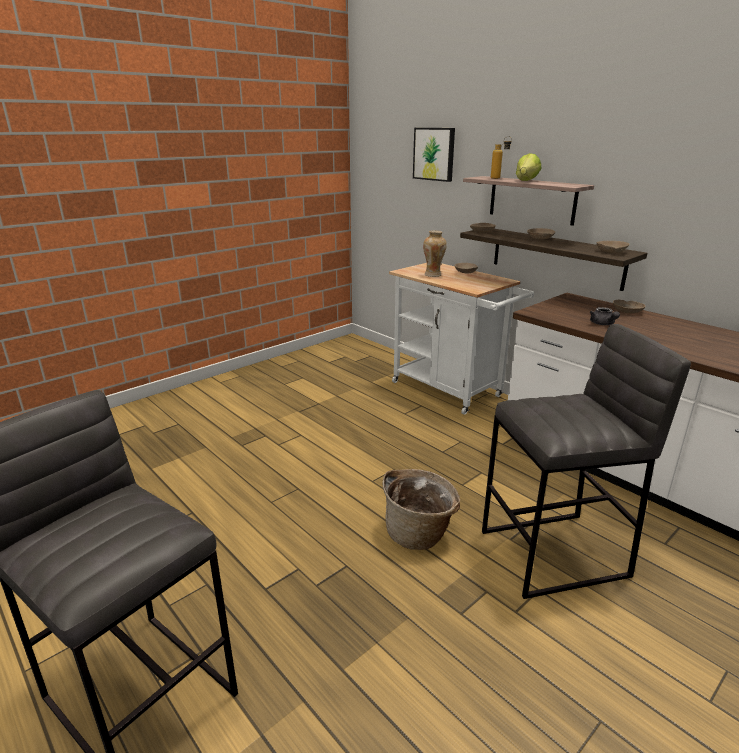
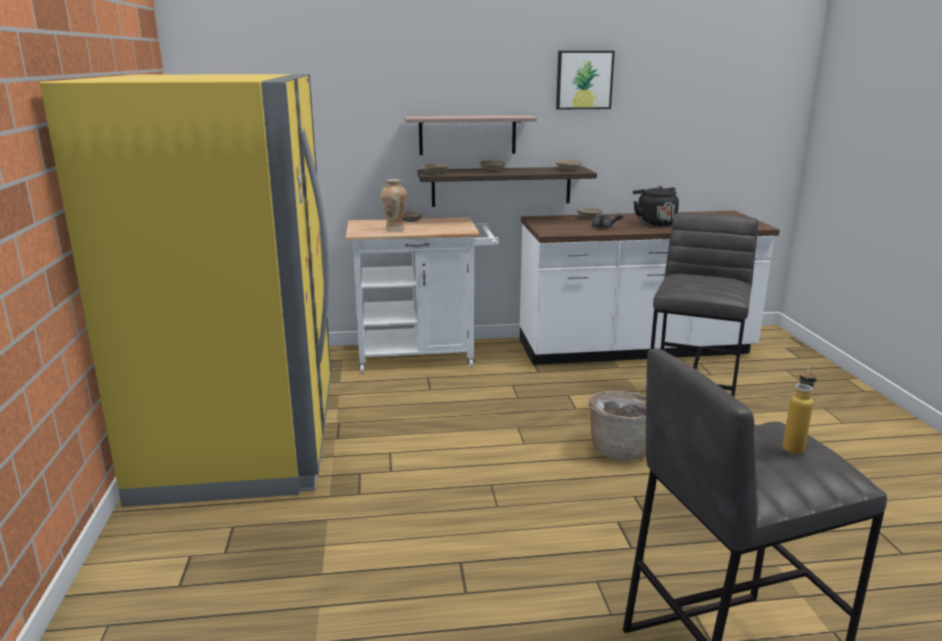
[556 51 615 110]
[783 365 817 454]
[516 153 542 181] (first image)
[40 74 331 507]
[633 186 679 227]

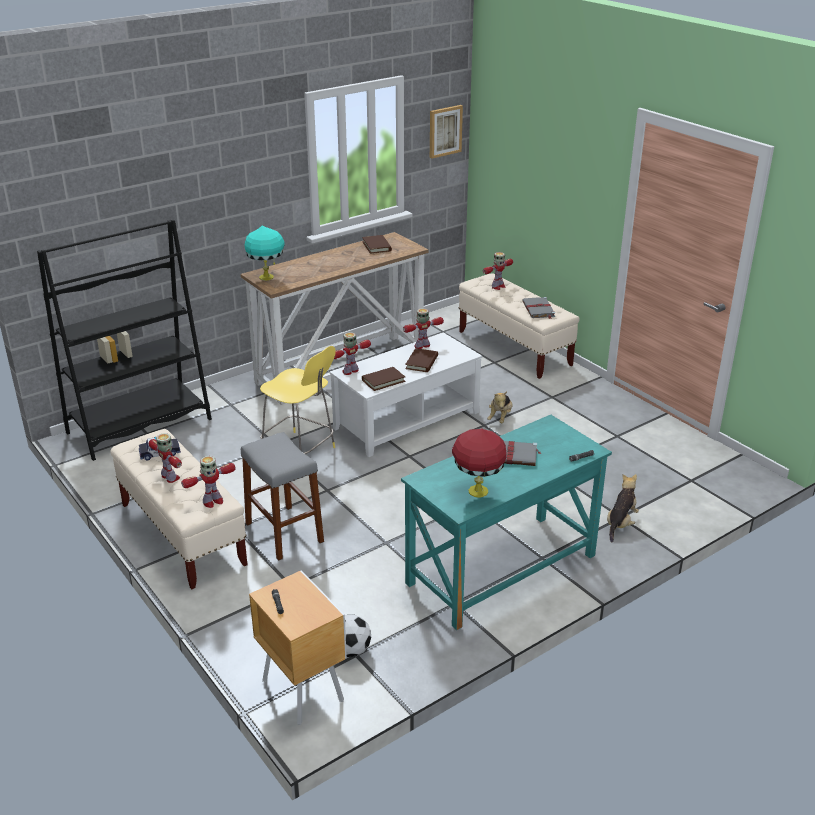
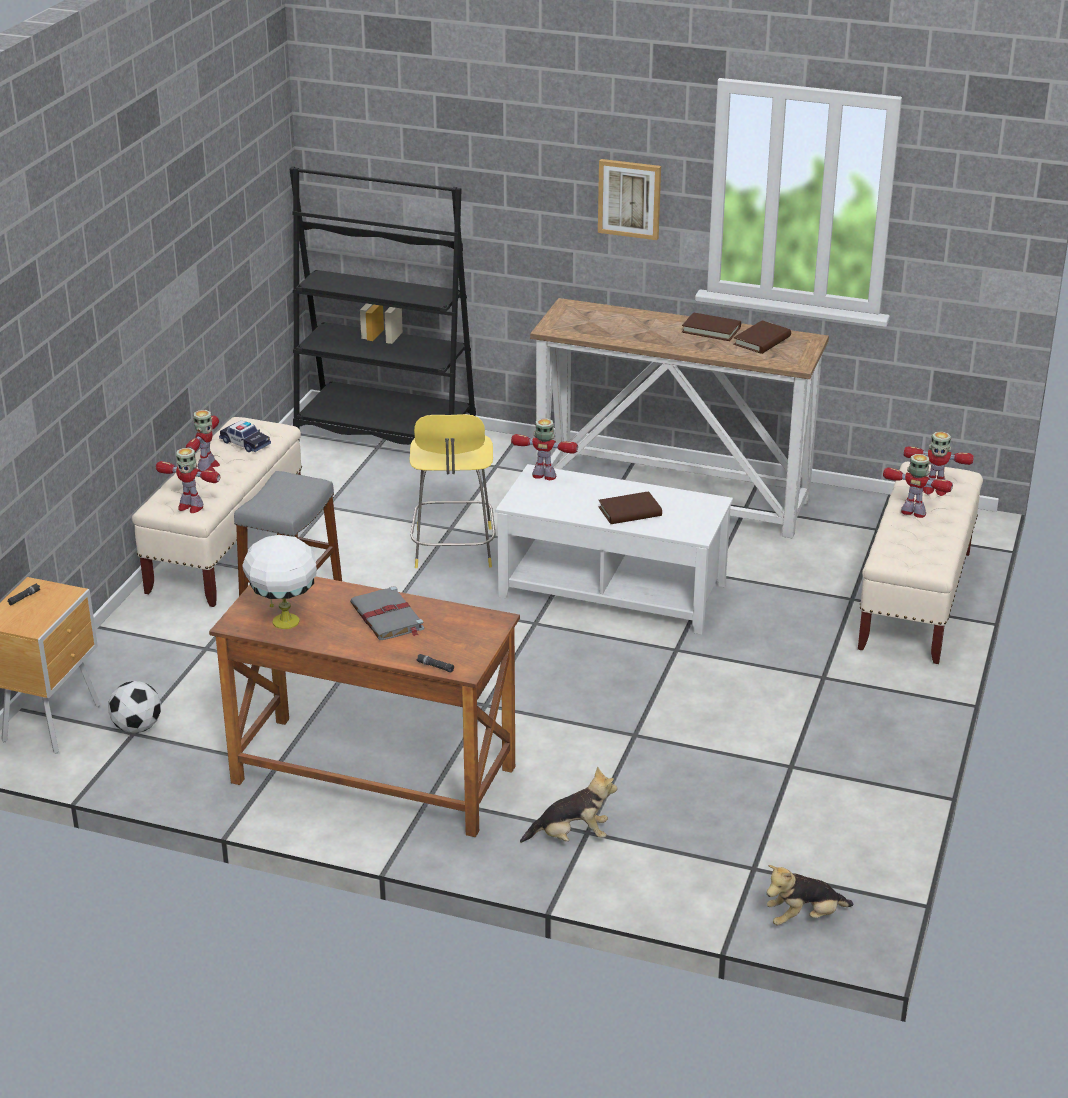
[245 226 285 281] (first image)
[682 312 741 341]
[209 577 520 837]
[883 454 953 518]
[598 159 661 240]
[242 535 317 629]
[767 865 853 925]
[522 297 555 319] (first image)

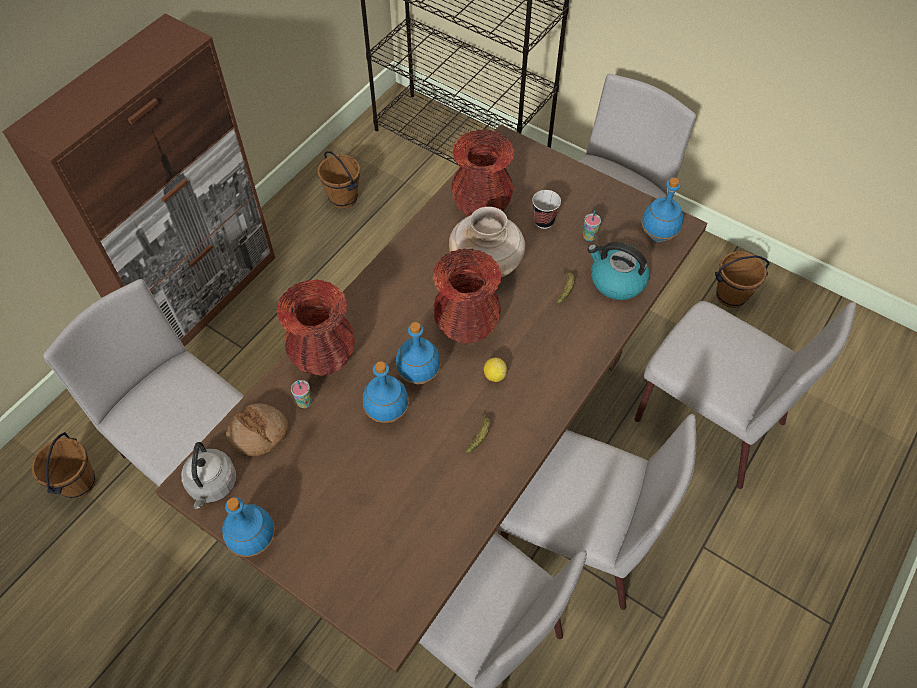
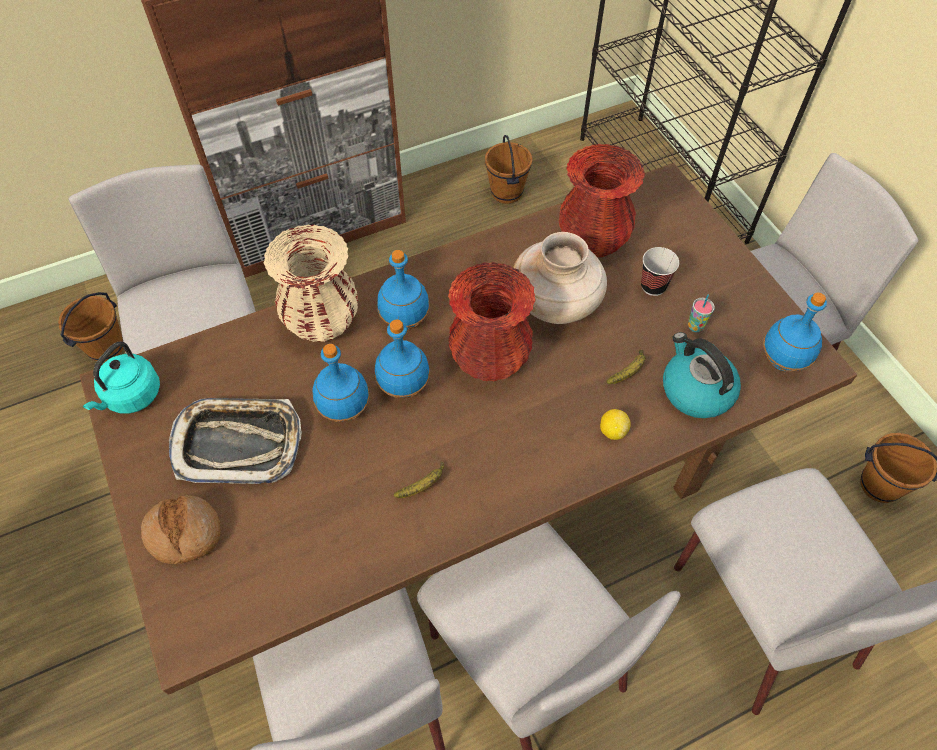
[83 342 160 413]
[377 250 429 330]
[141 495 221 564]
[264 225 358 342]
[291 380 312 408] (first image)
[600 409 631 440]
[169 398 302 484]

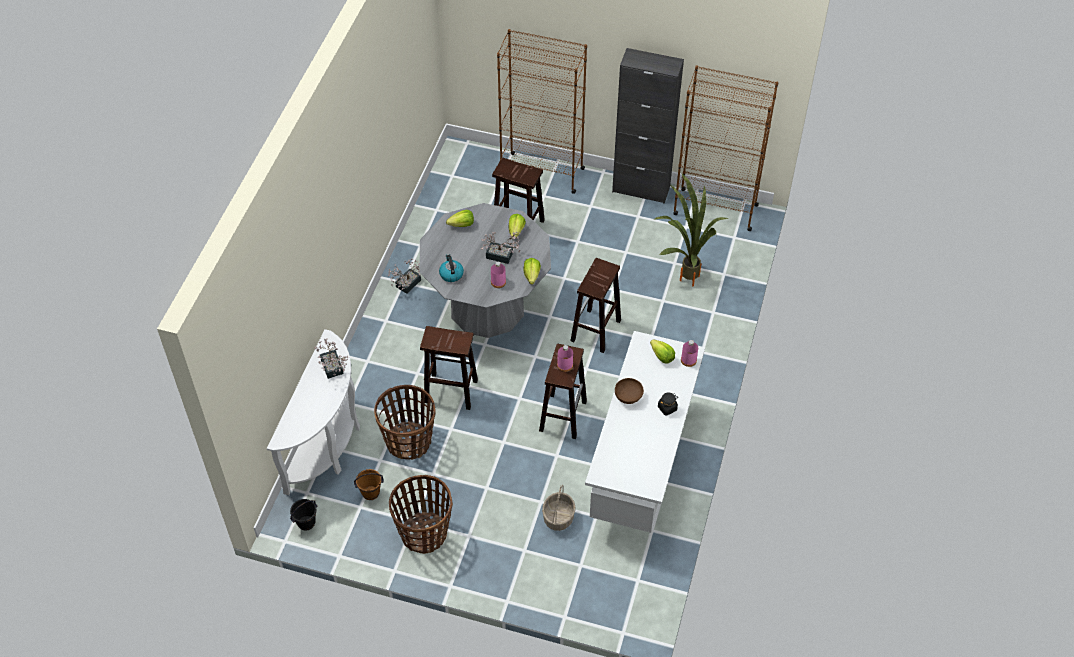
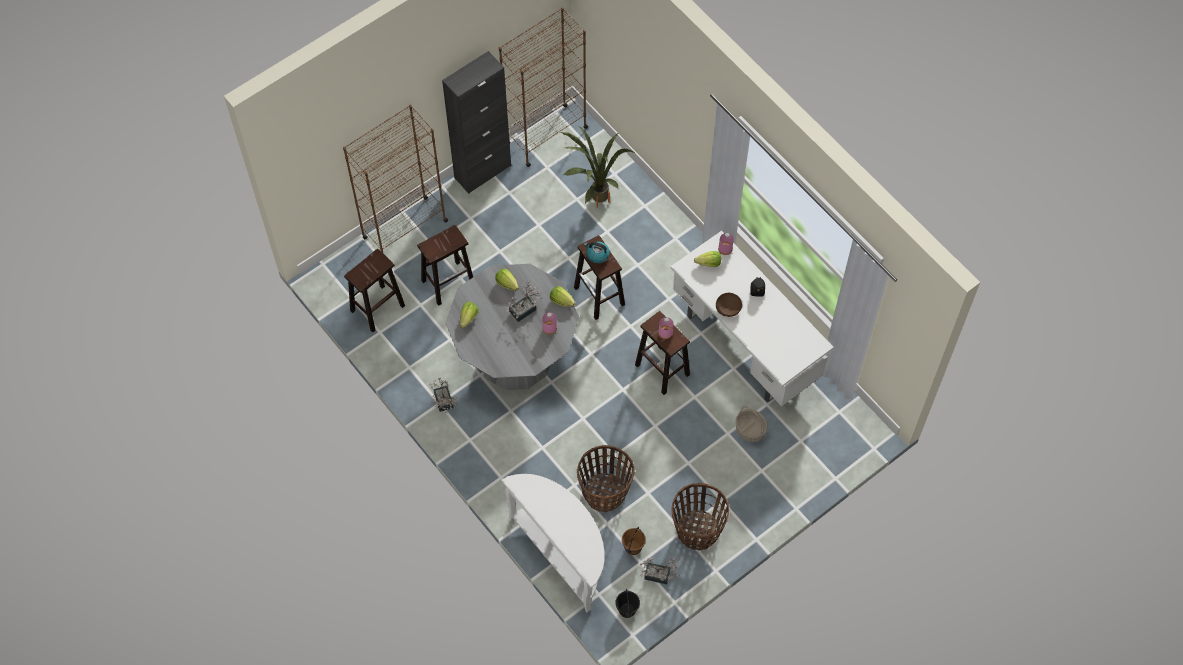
[640 556 679 584]
[344 249 405 332]
[584 242 610 263]

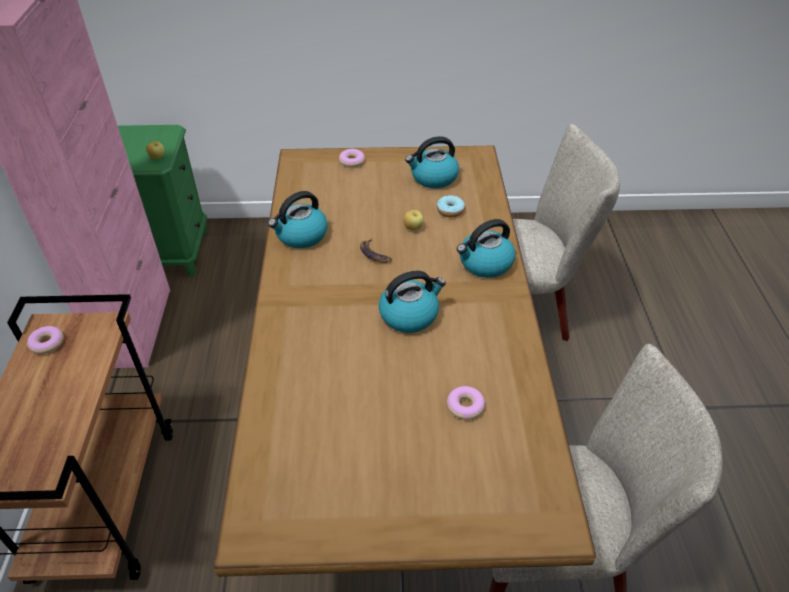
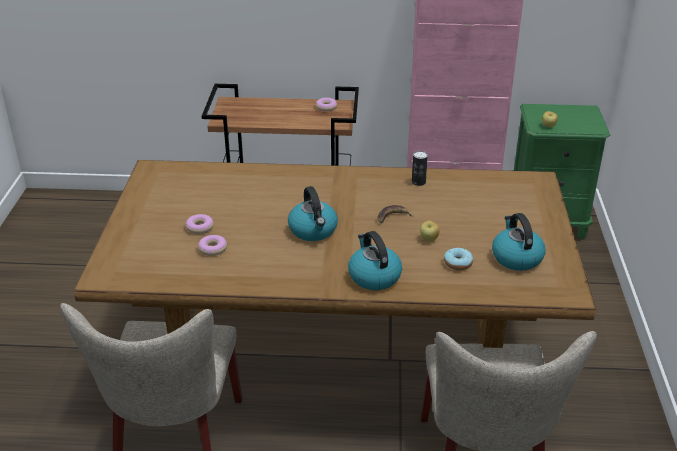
[412 151 428 186]
[186 214 214 234]

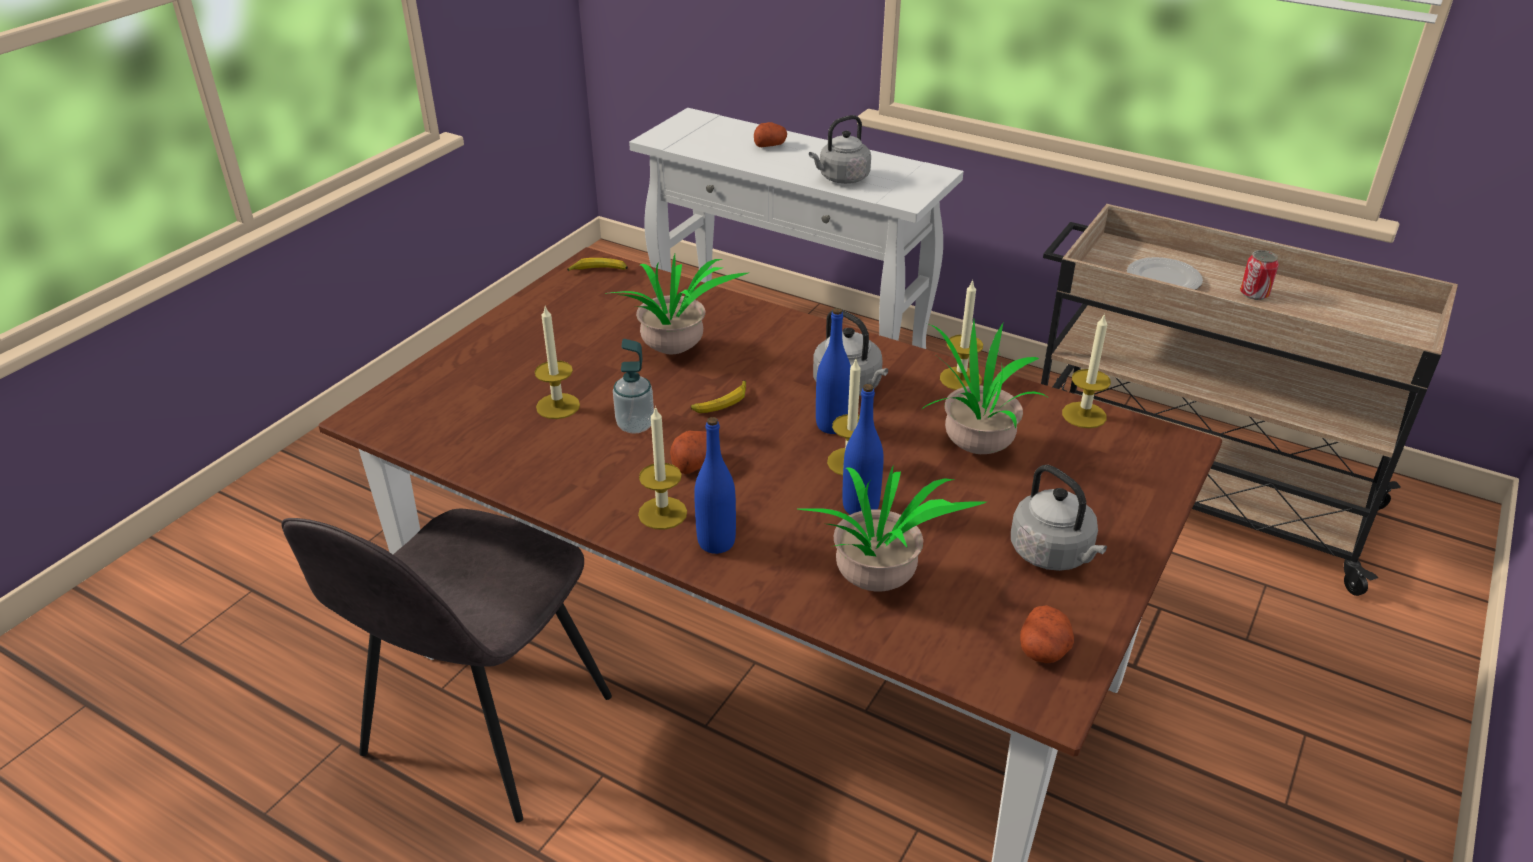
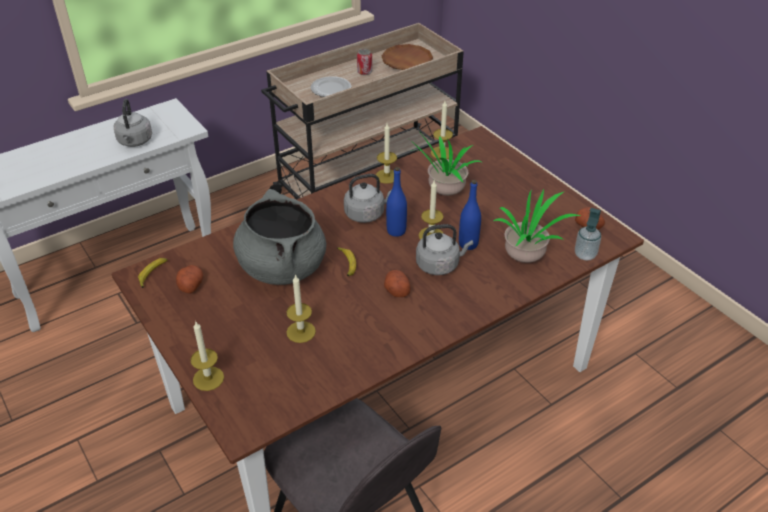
[233 189 326 285]
[575 208 601 261]
[190 322 224 391]
[694 417 736 554] (first image)
[176 265 203 293]
[416 224 473 275]
[381 44 433 70]

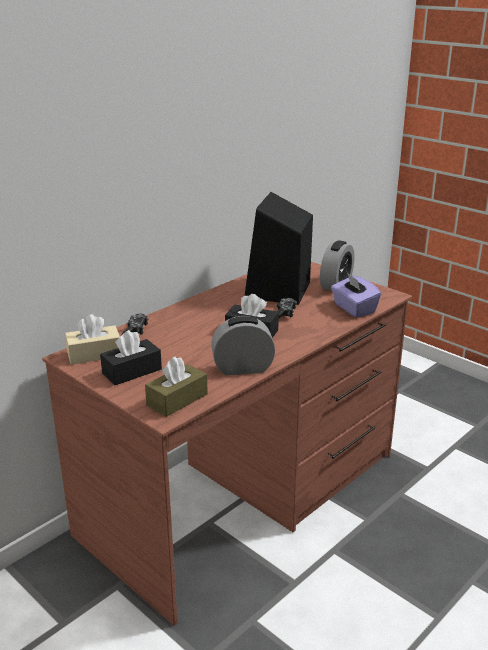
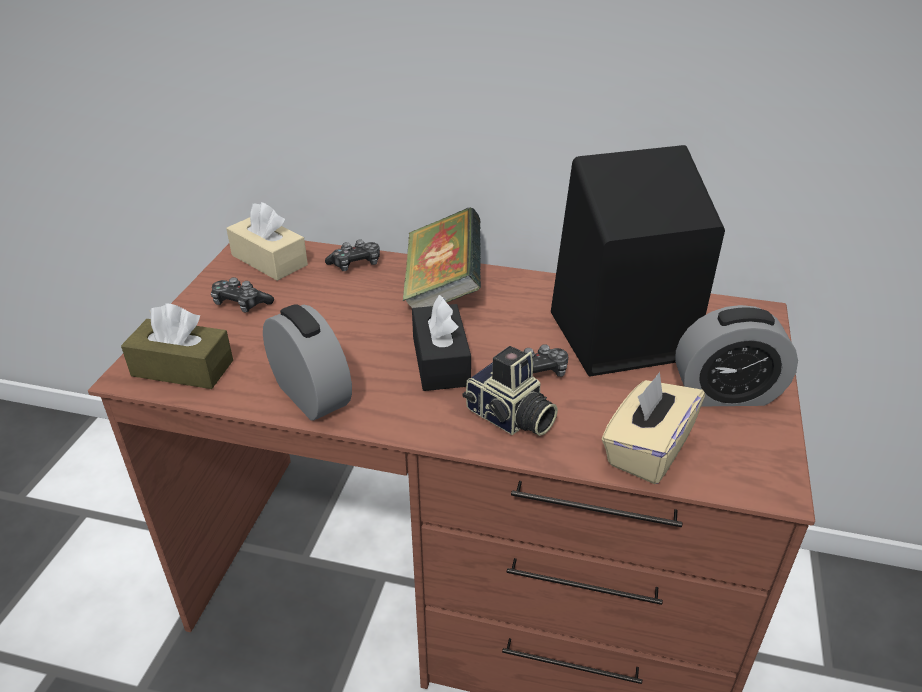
[211 277 274 312]
[602 372 705 484]
[403 207 481 308]
[462 346 558 436]

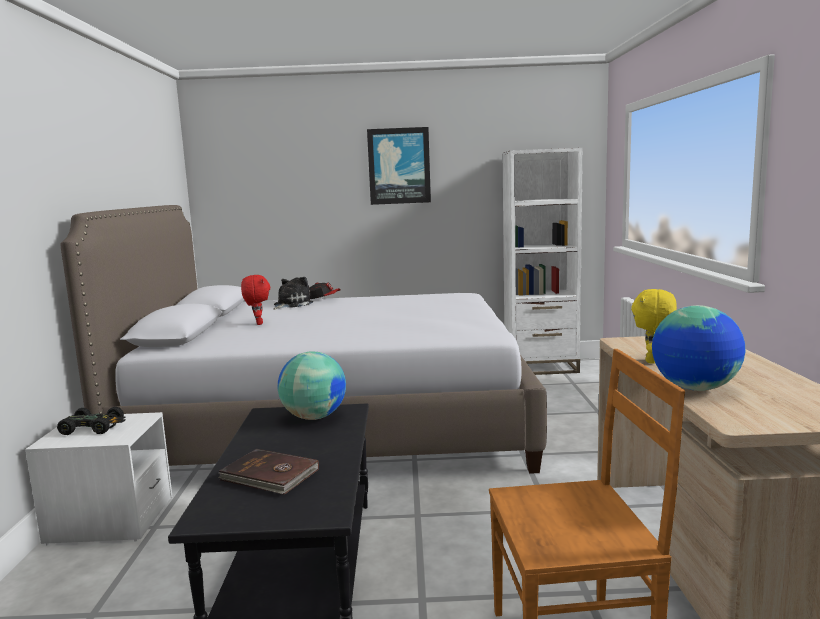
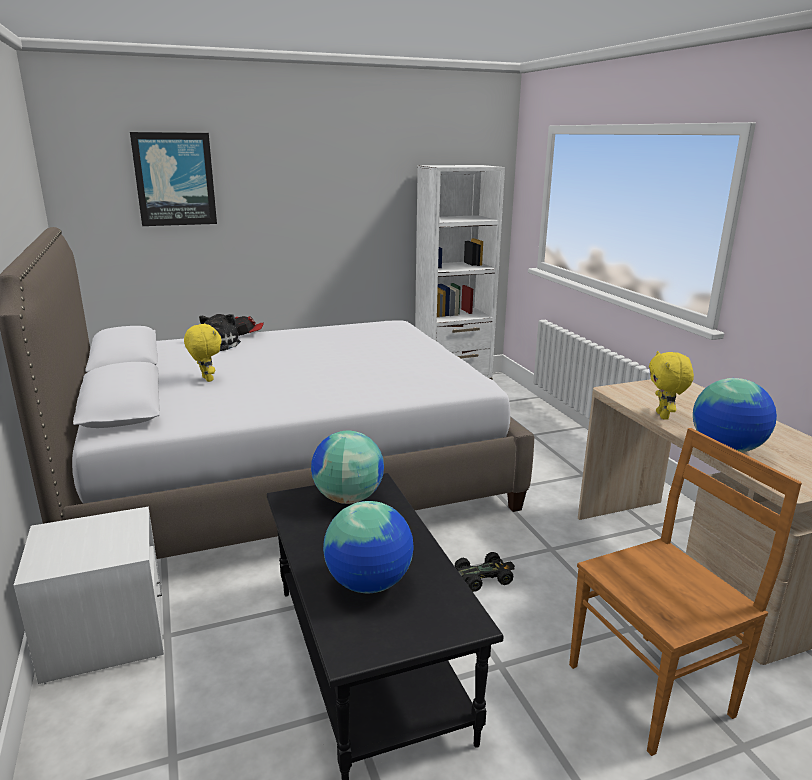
[455 552 515 592]
[323 501 414 593]
[184 323 222 382]
[130 132 217 226]

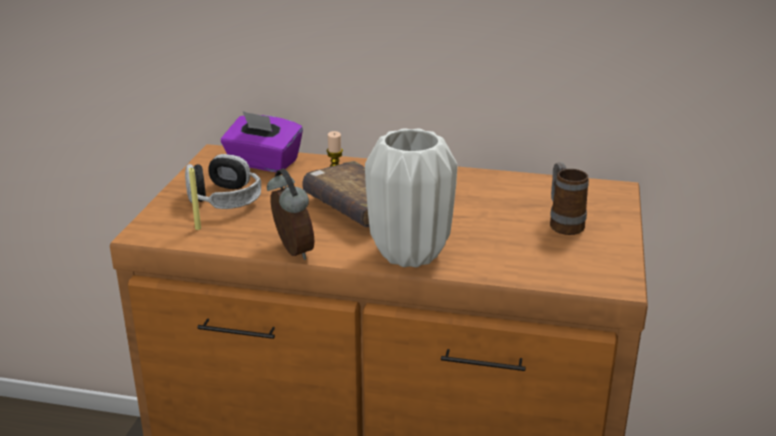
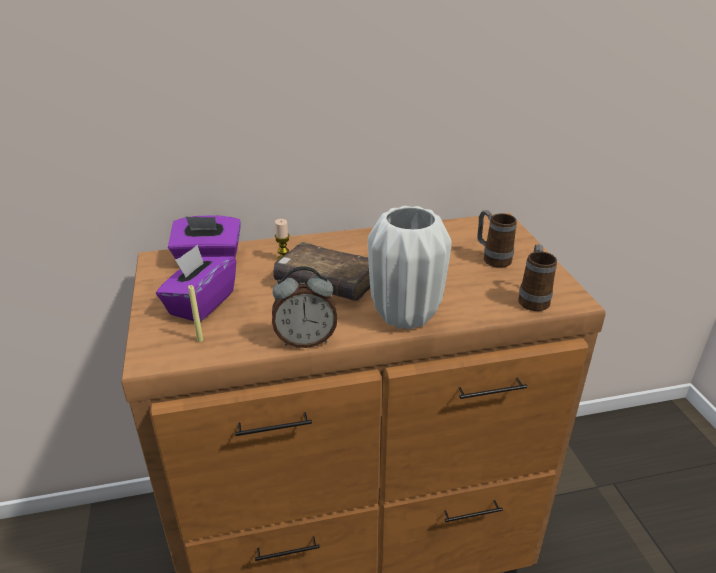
[156 245 236 322]
[272 266 338 348]
[518 244 557 311]

